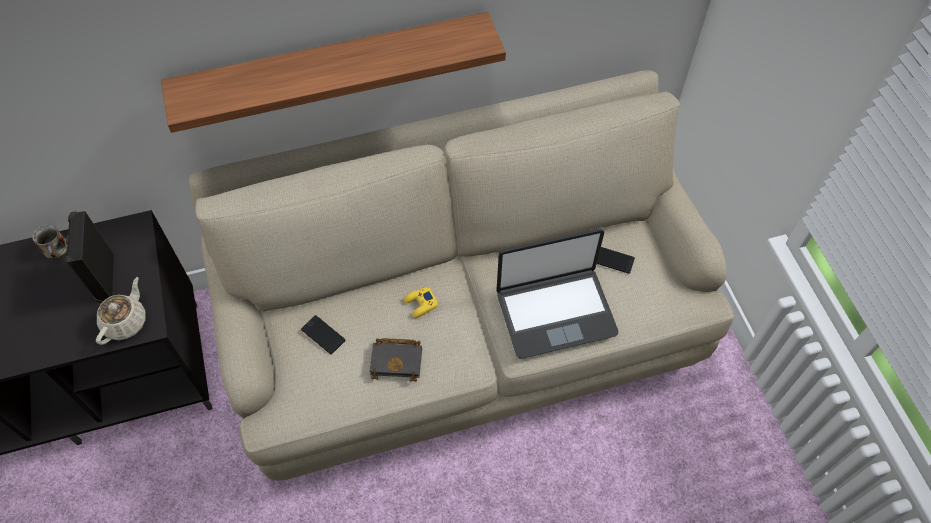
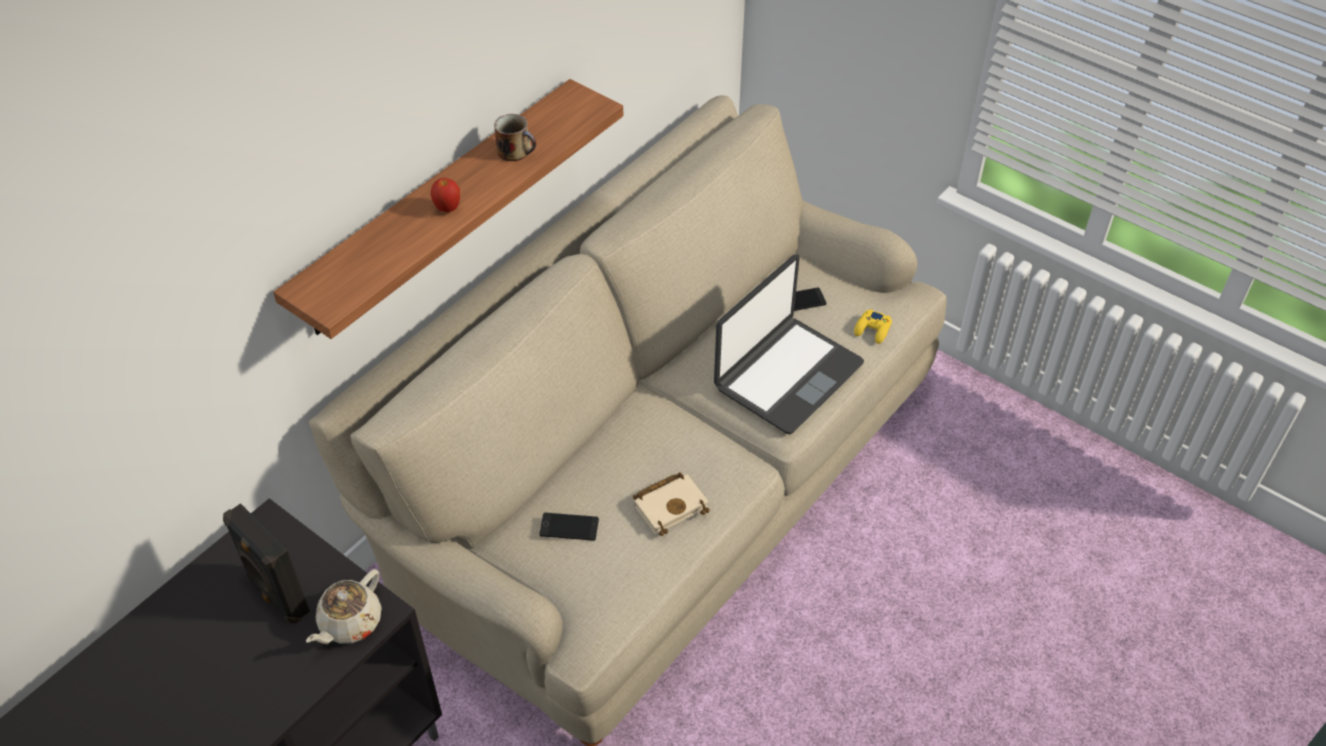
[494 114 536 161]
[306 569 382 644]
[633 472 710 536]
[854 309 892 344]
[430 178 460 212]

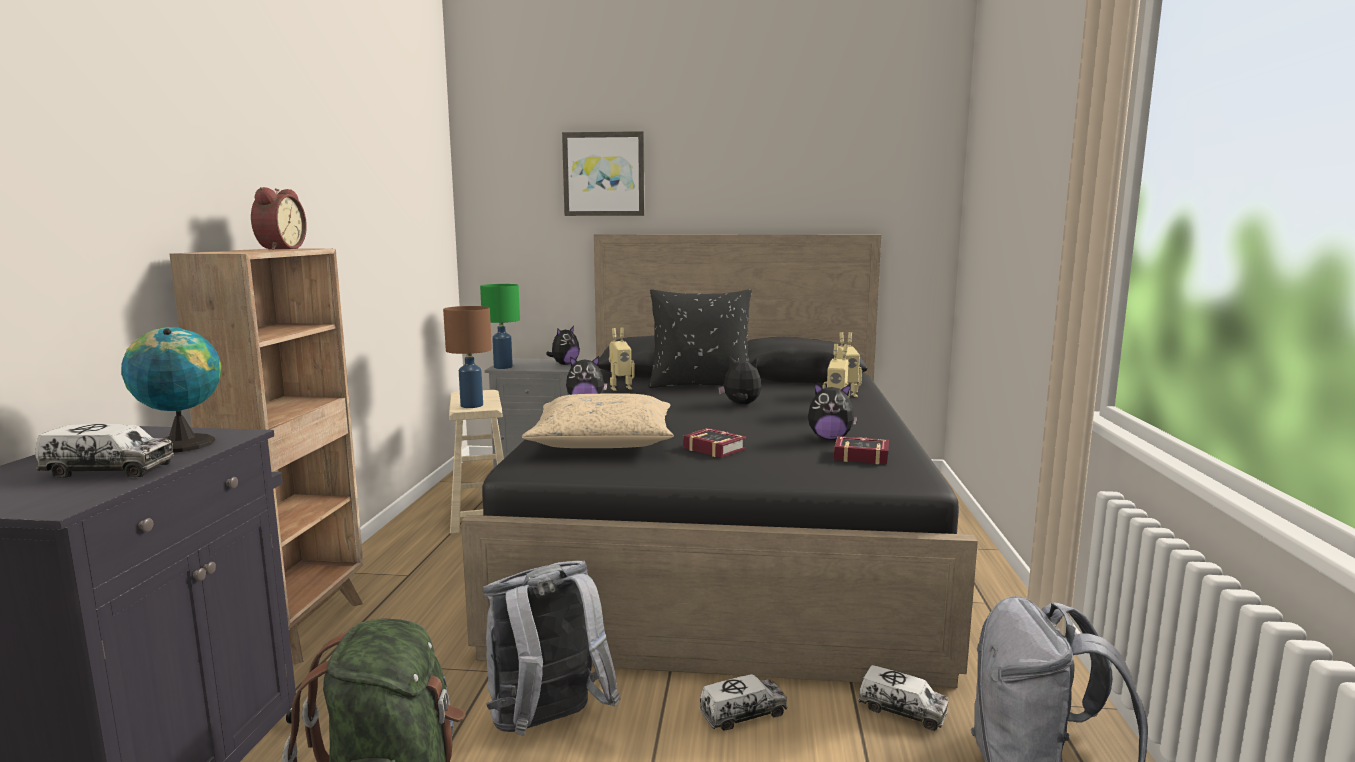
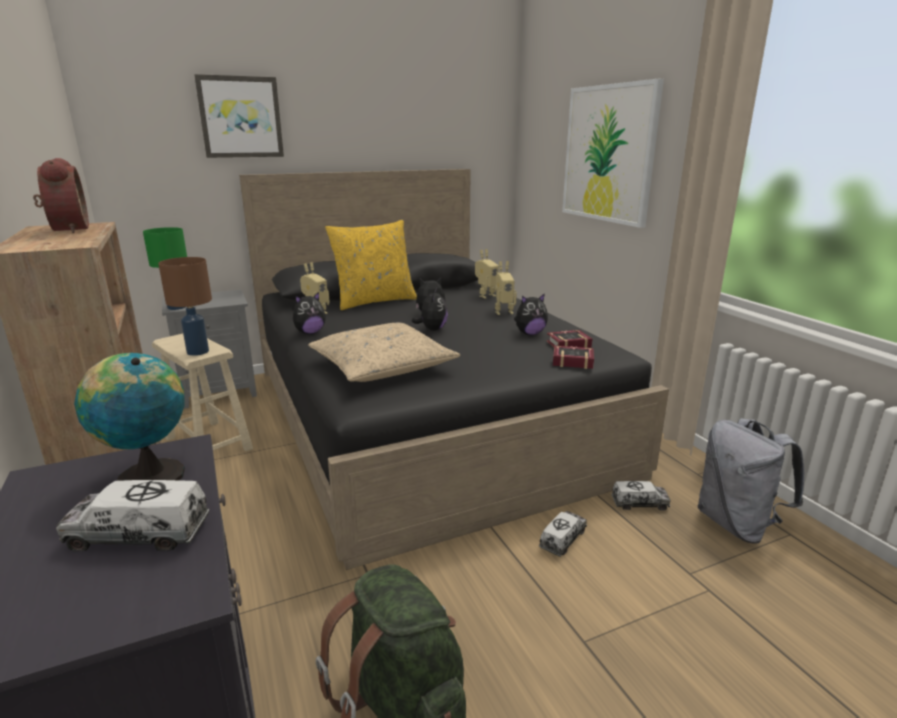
[56 480 210 551]
[483 561 621 736] (first image)
[412 288 448 331]
[325 220 417 310]
[553 346 594 369]
[562 79 664 228]

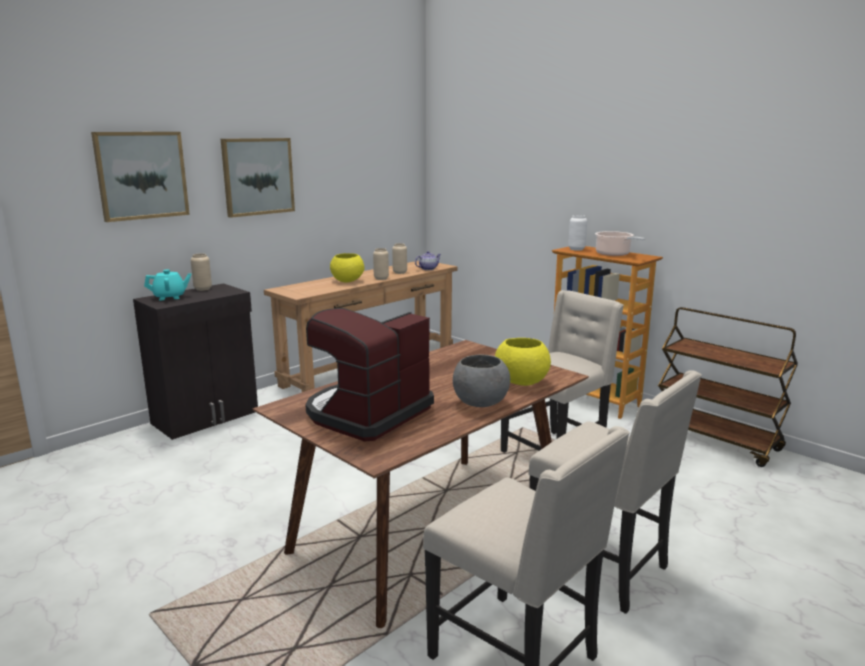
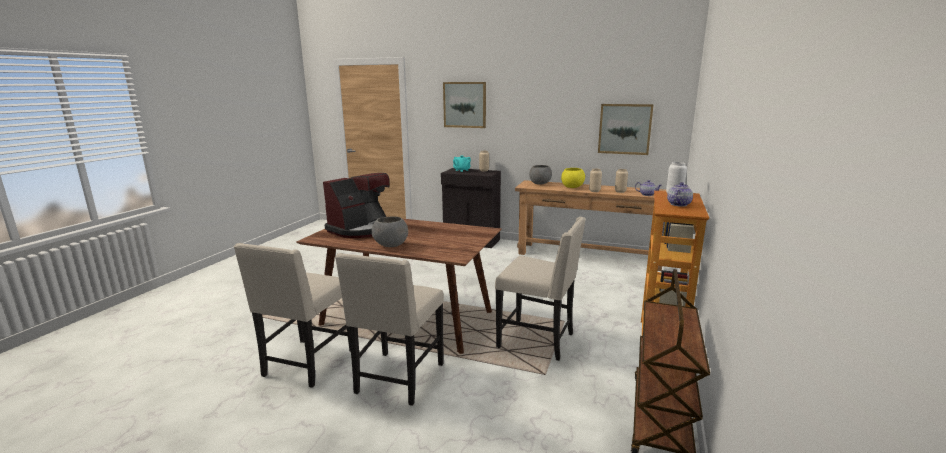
[598 104 654 155]
[323 173 390 238]
[495 338 551 386] (first image)
[667 182 693 207]
[529 165 552 185]

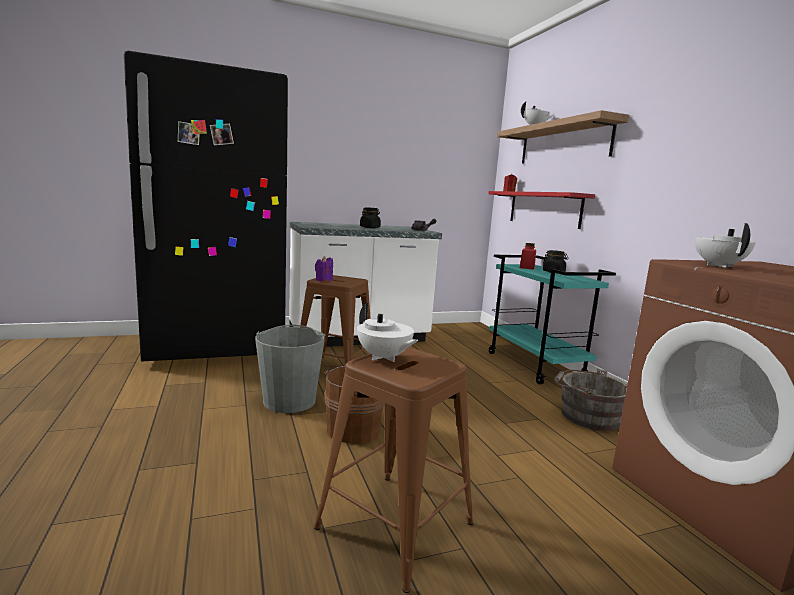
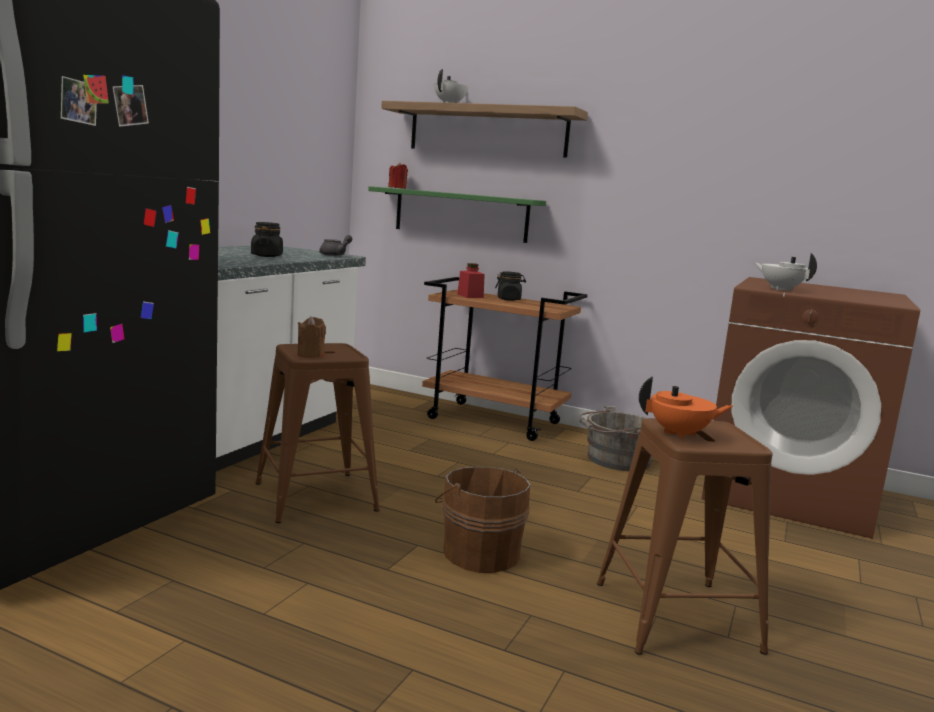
[255 325 325 413] (first image)
[297 316 326 358]
[639 377 733 439]
[368 186 546 243]
[422 277 587 441]

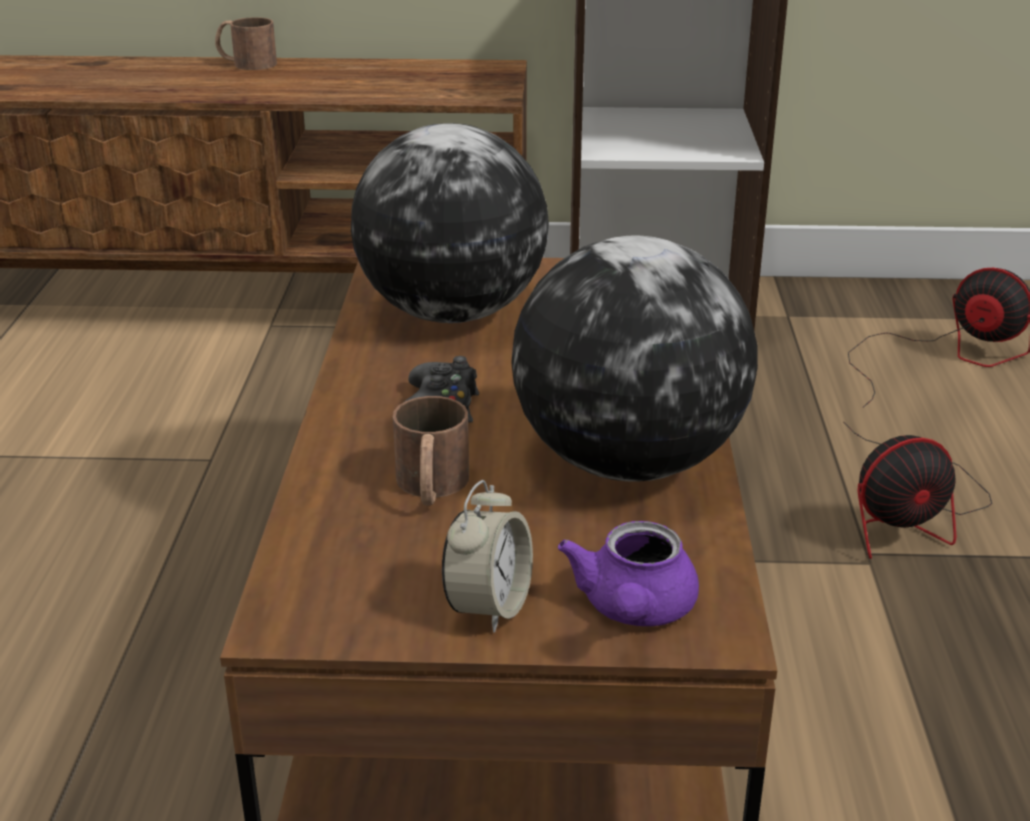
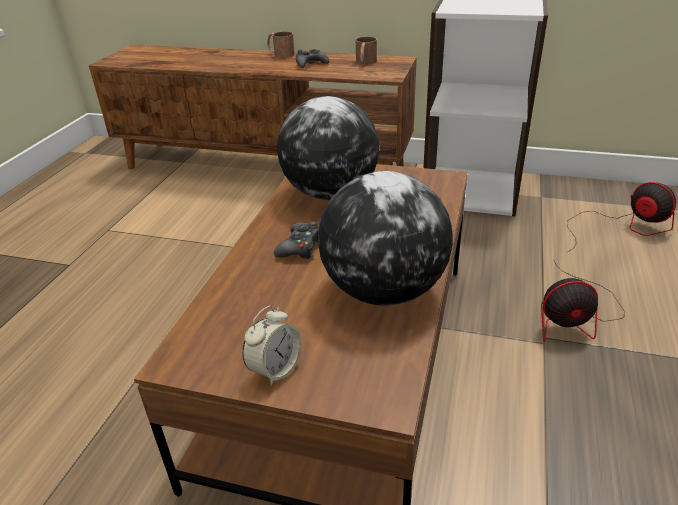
[356 37 377 65]
[558 521 699 626] (first image)
[296 49 329 68]

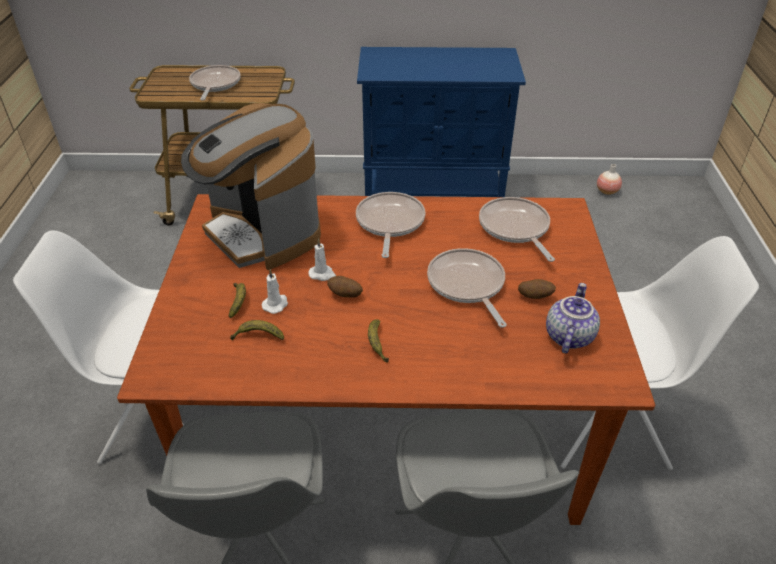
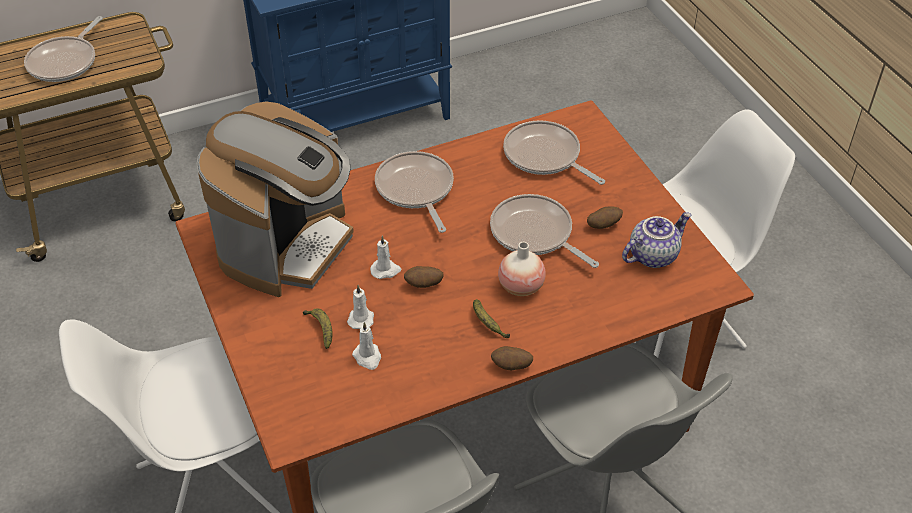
[197 101 354 297]
[24 16 103 82]
[352 322 381 370]
[622 212 691 268]
[498 242 545 296]
[491 346 533 370]

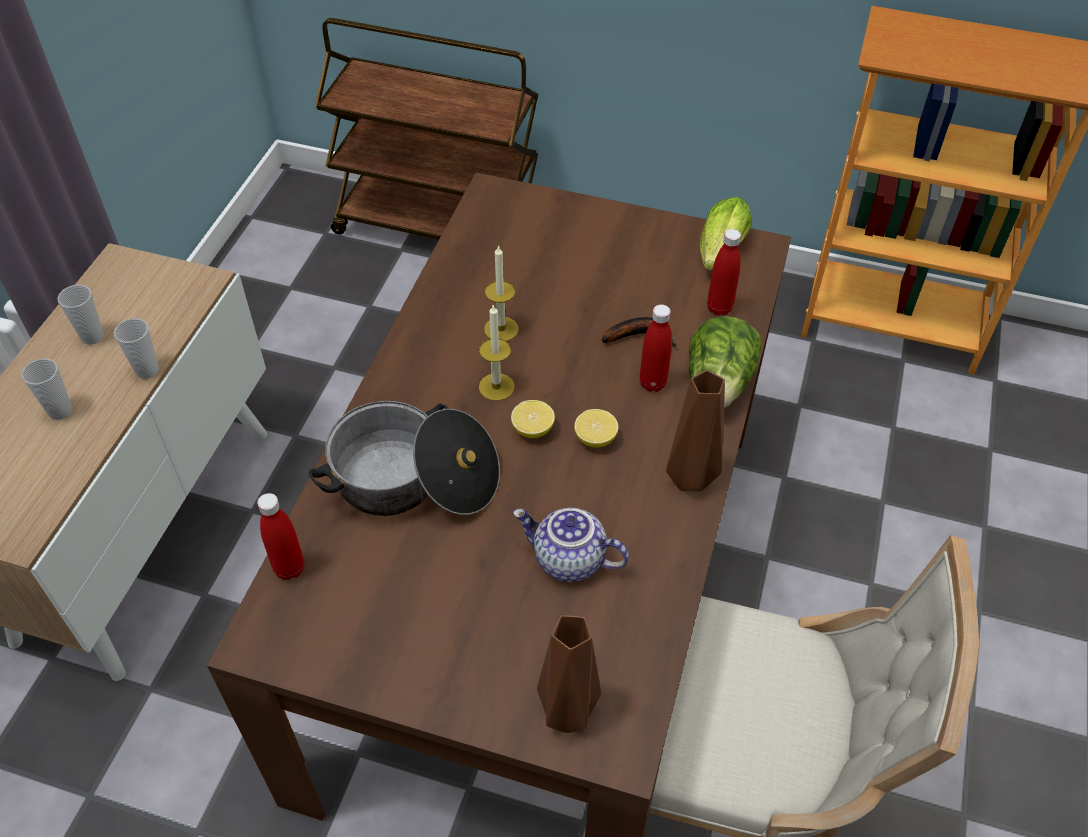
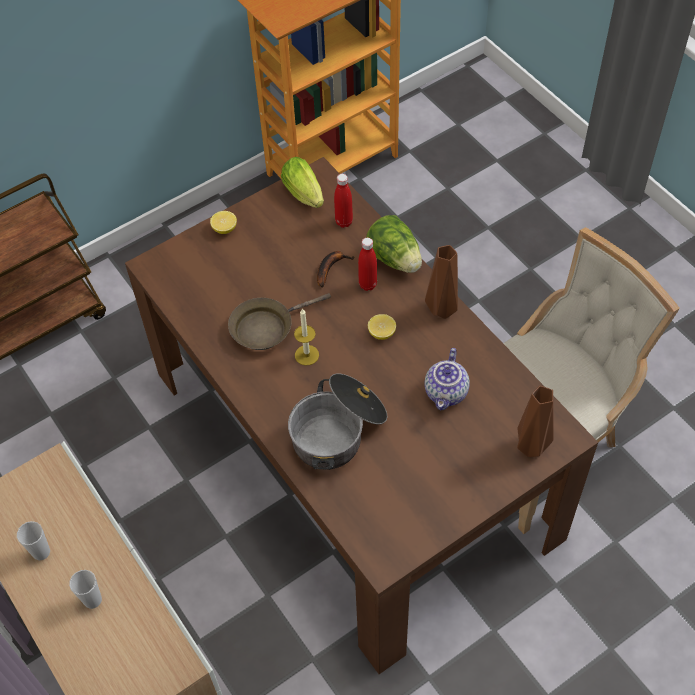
[114 318 159 379] (first image)
[257 493 304 580] (first image)
[228 293 331 350]
[210 211 237 234]
[425 348 470 410]

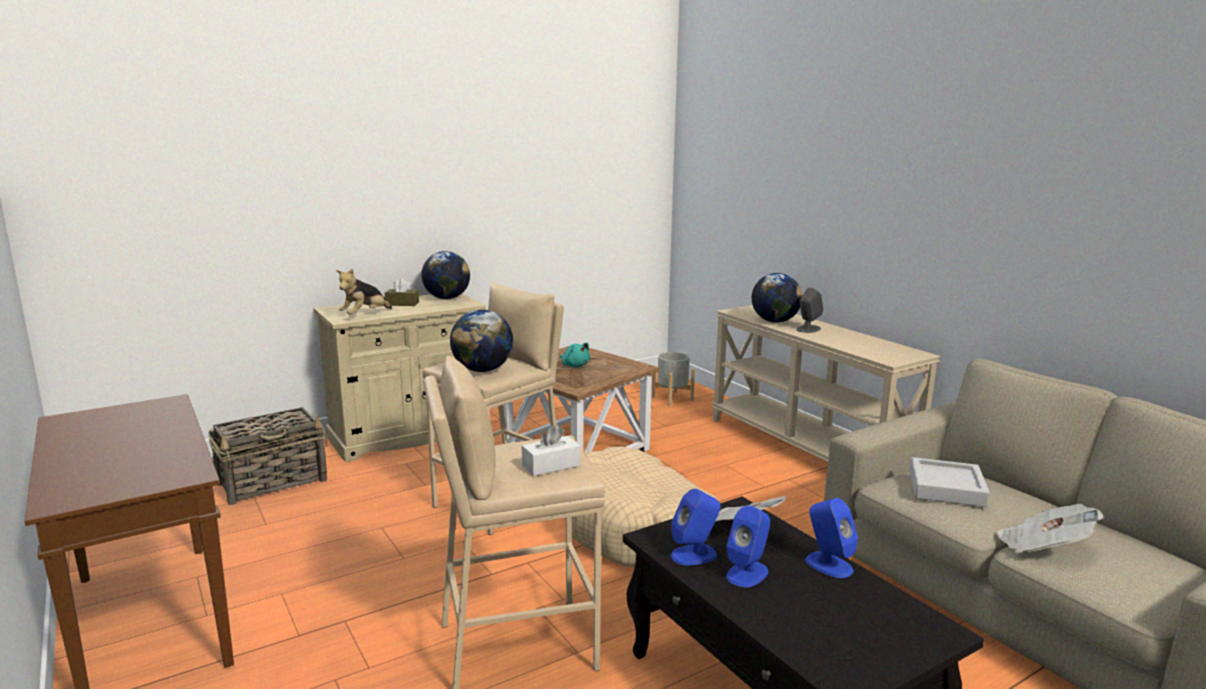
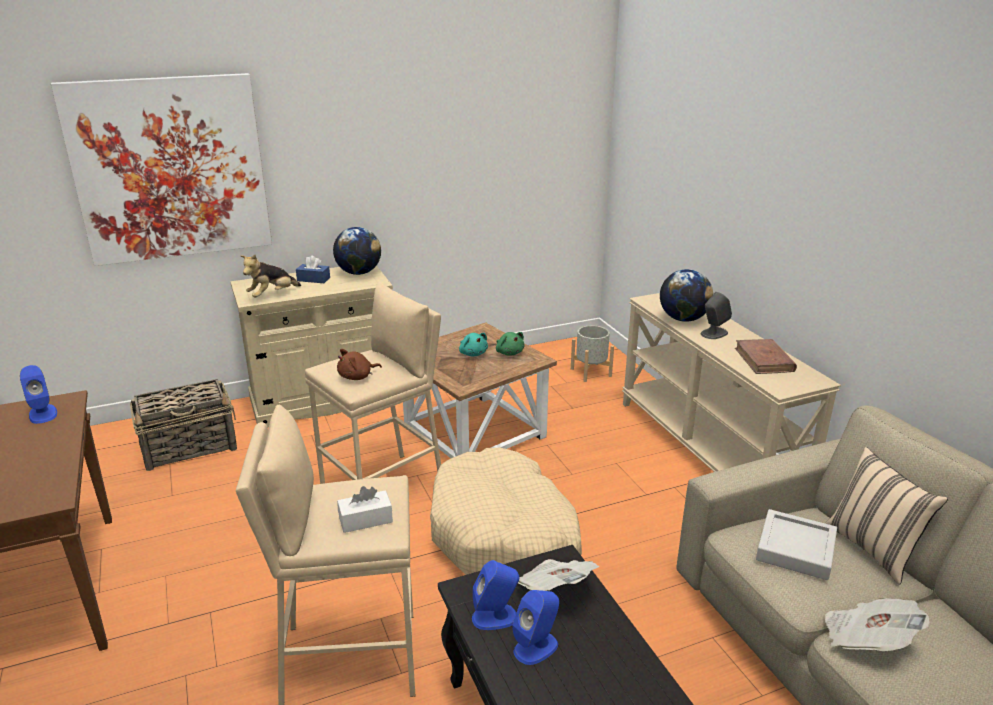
[296 255 330 283]
[337 349 382 380]
[20 365 57 424]
[51 73 272 266]
[496 332 525 355]
[735 339 797 374]
[825 447 948 584]

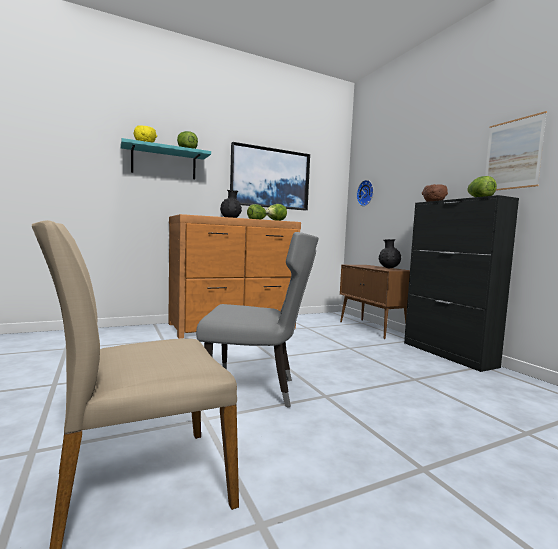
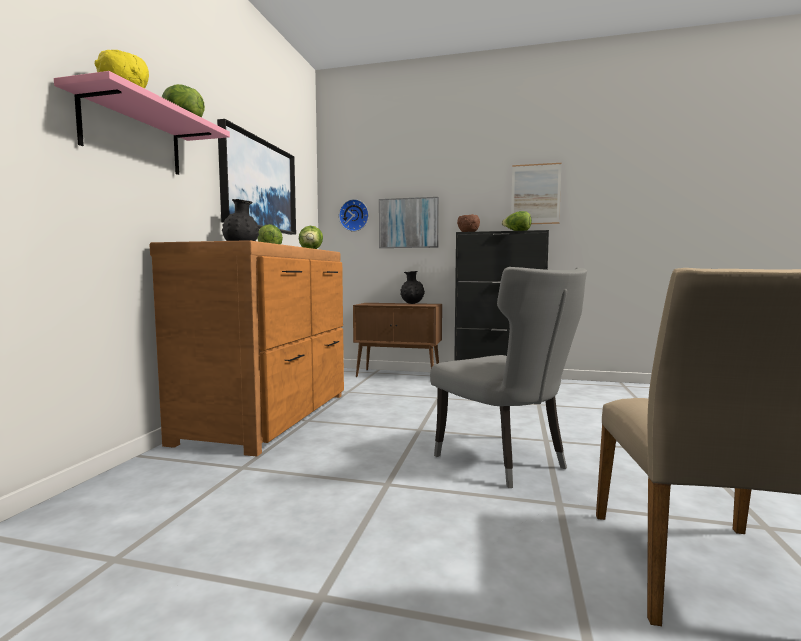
[54 71 230 175]
[430 267 587 488]
[379 197 439 248]

